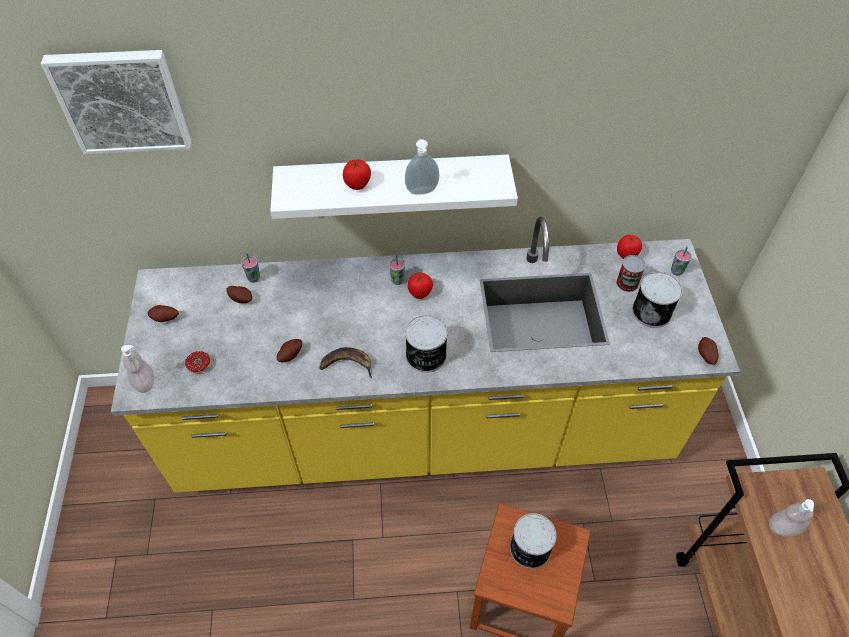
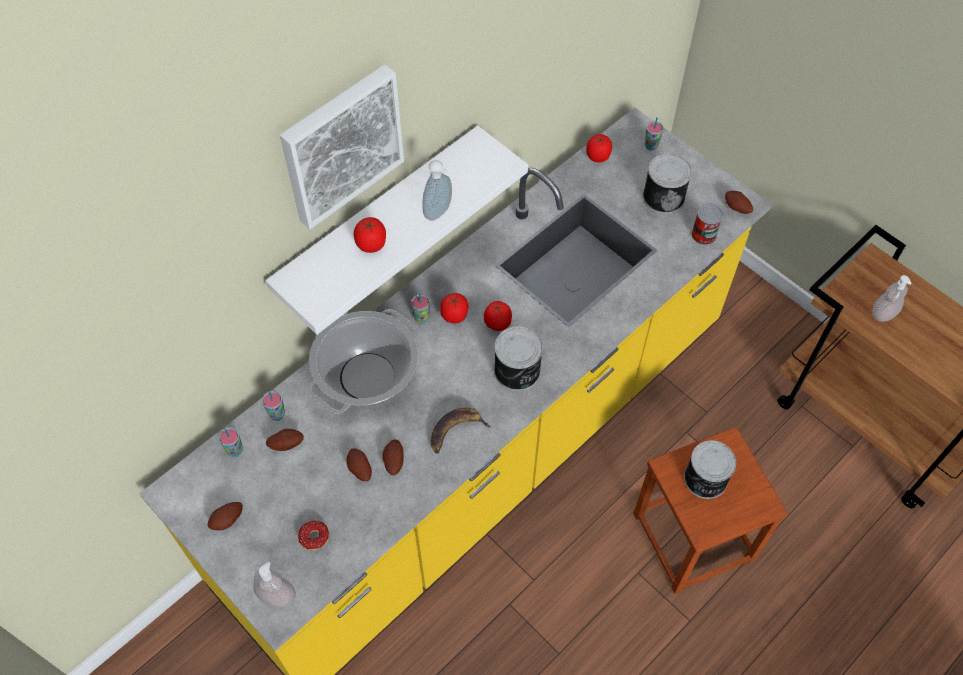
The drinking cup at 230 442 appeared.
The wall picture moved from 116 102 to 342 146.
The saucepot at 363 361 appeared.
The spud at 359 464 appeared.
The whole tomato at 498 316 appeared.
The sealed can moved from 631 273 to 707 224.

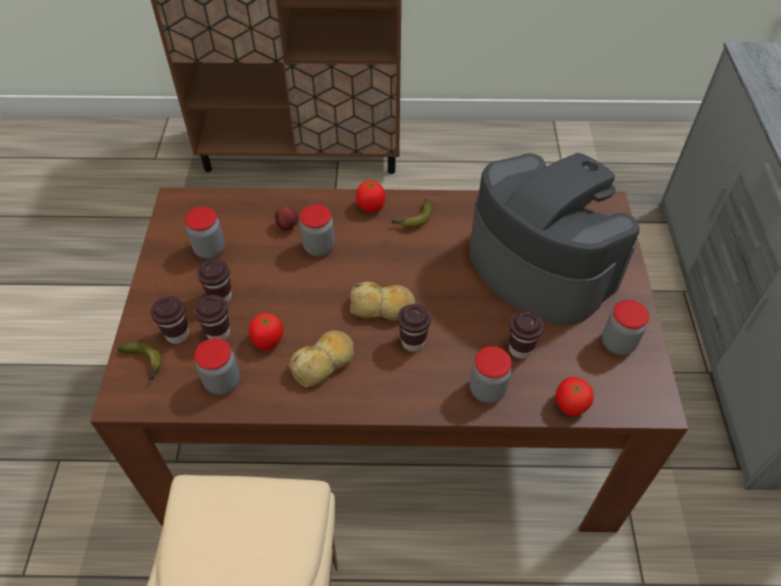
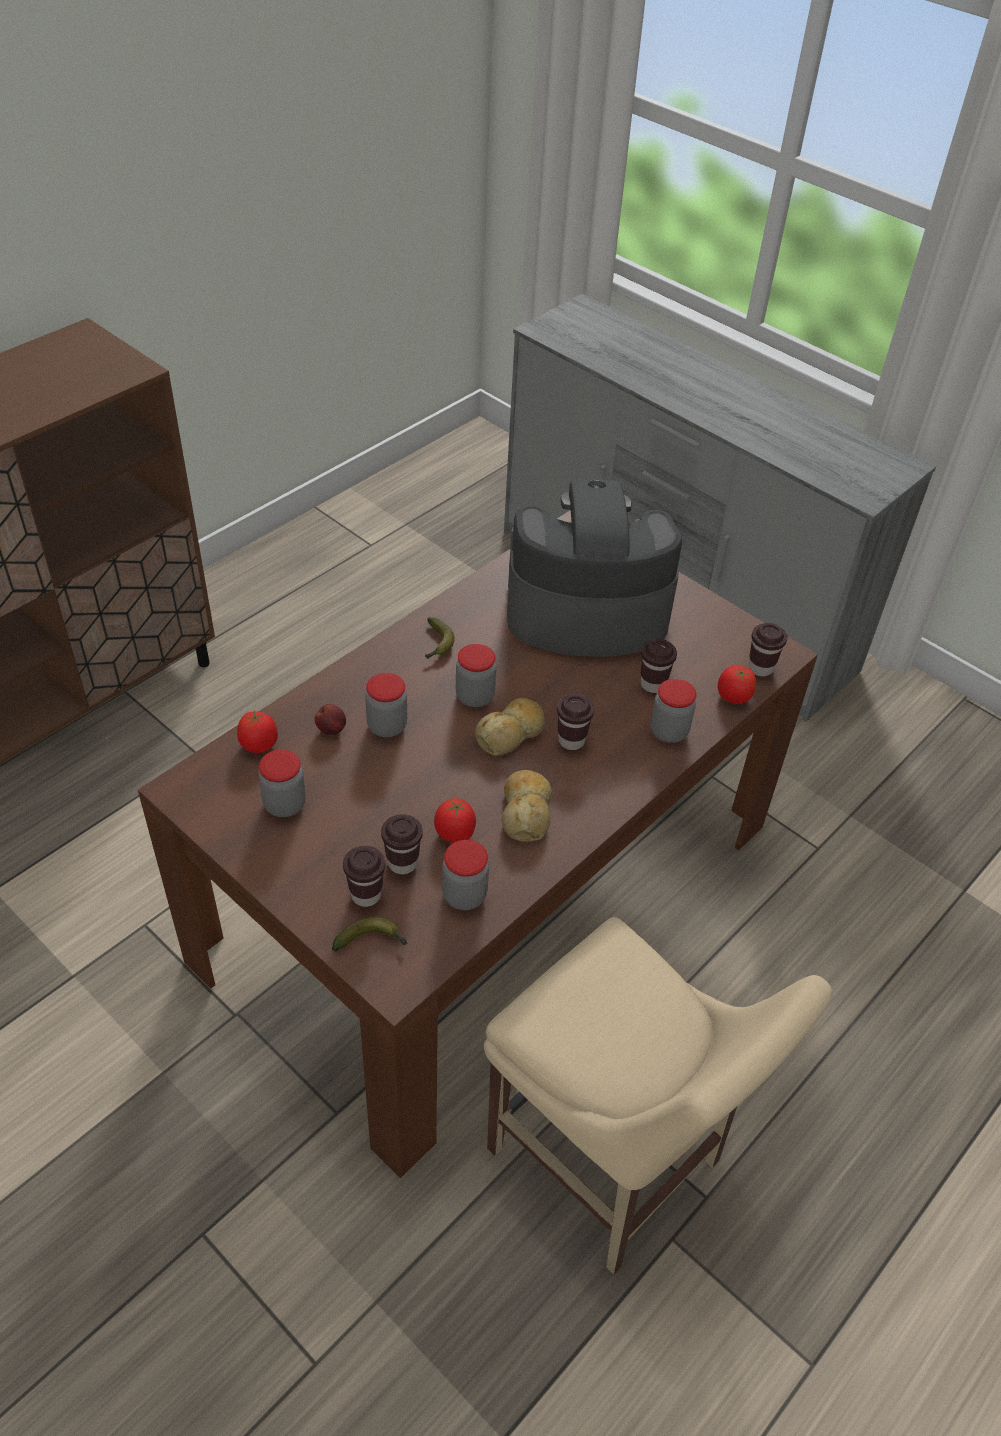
The whole tomato moved from 371 196 to 257 731.
The jar moved from 625 327 to 476 675.
The brown drinking cup moved from 214 281 to 768 649.

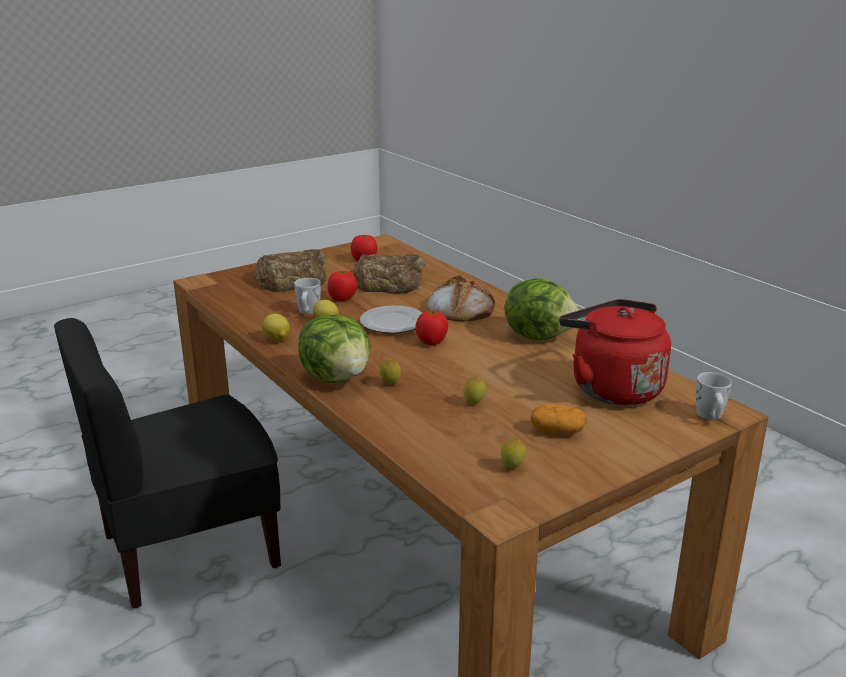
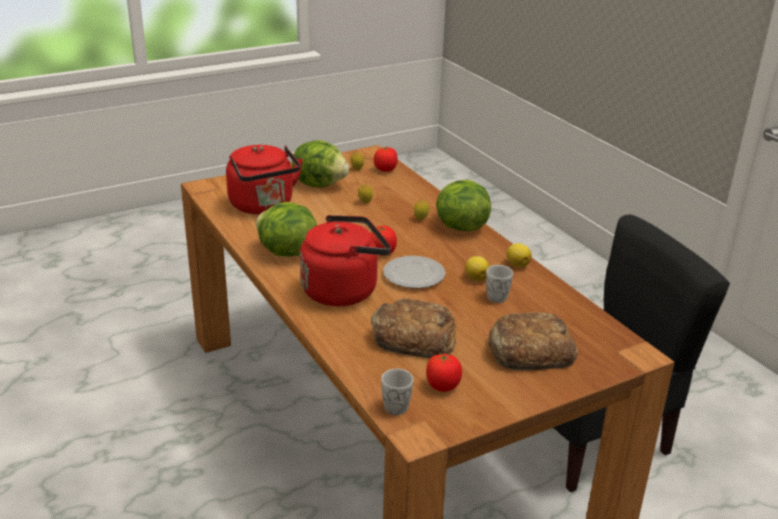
The spud at 558 419 was replaced by the lettuce at 321 164.
The bread at 461 298 was replaced by the reddish water kettle at 345 260.
The whole tomato moved from 342 285 to 386 159.
The whitish tea mug moved from 714 396 to 397 392.

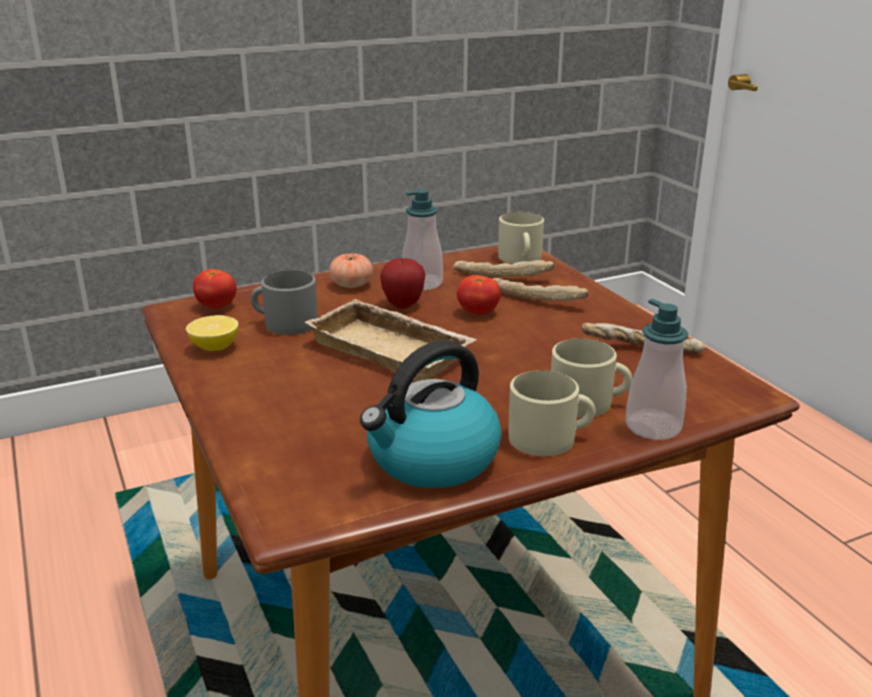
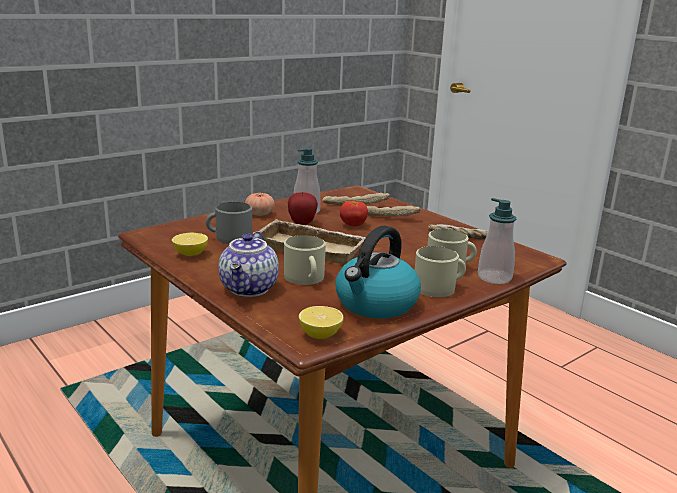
The tea pot at 249 264 appeared.
The beige-coloured tea mug moved from 521 238 to 305 260.
The lemon at 321 322 appeared.
The whole tomato at 215 288 disappeared.

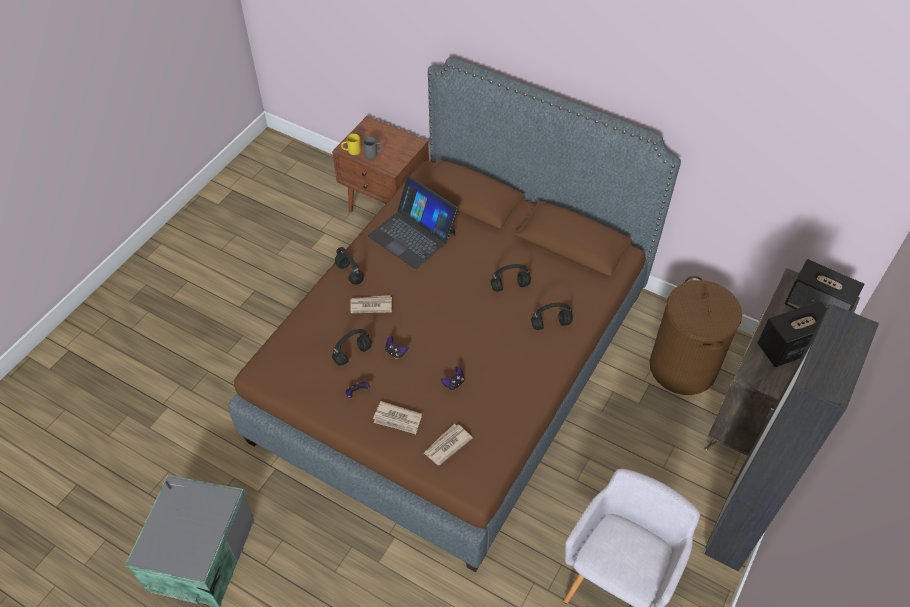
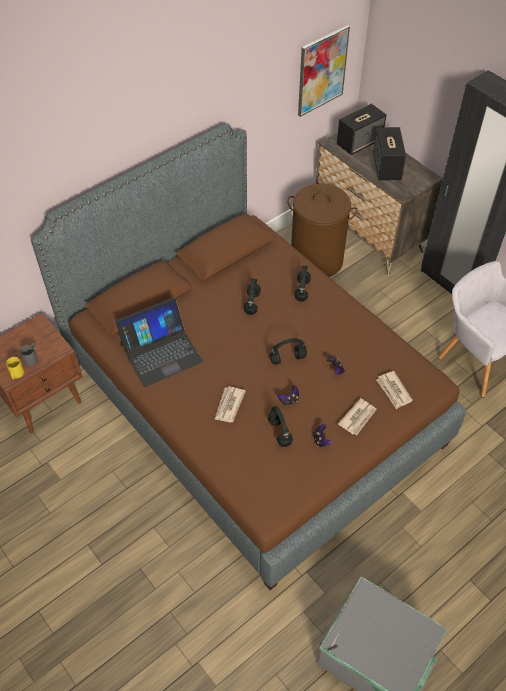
The blackish headset moved from 349 266 to 288 352.
The wall picture at 324 71 appeared.

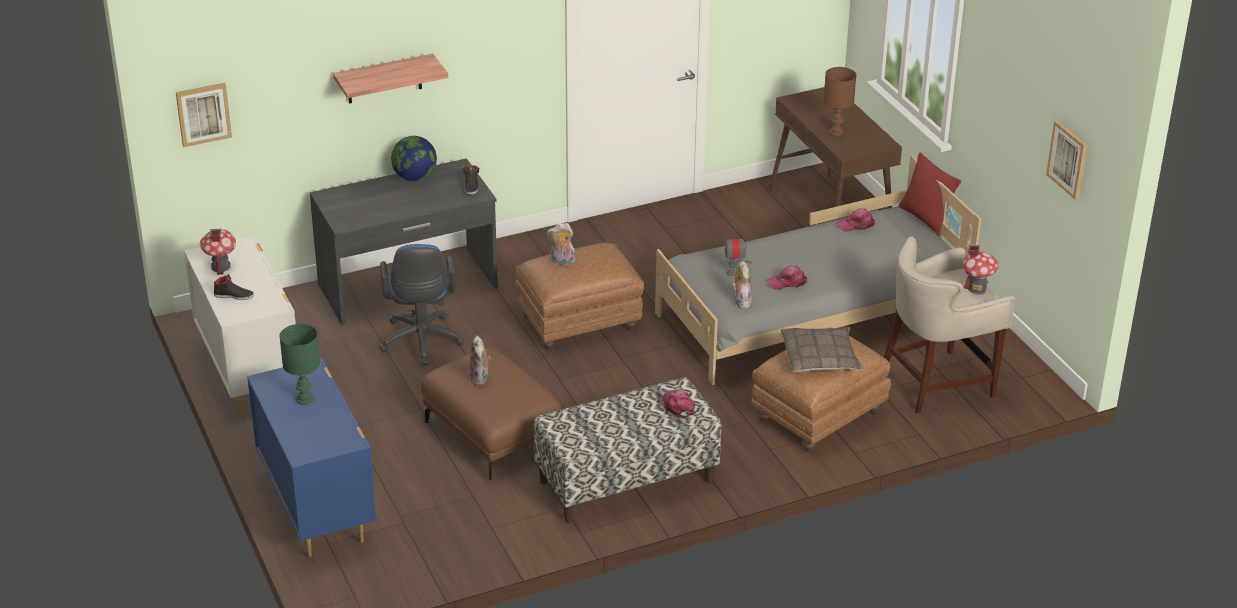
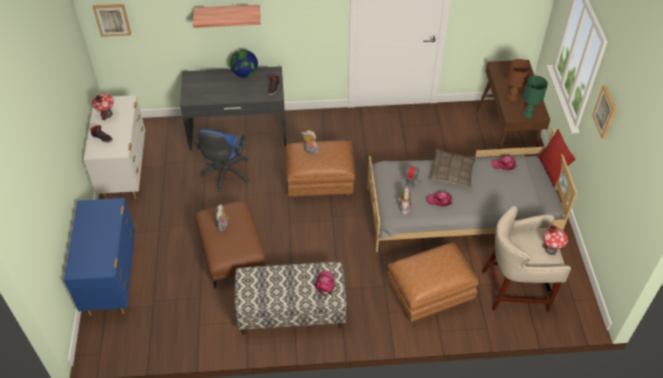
The cushion moved from 822 349 to 453 168.
The green-coloured tabletop lamp moved from 300 364 to 535 97.
The wall picture moved from 1067 159 to 604 112.

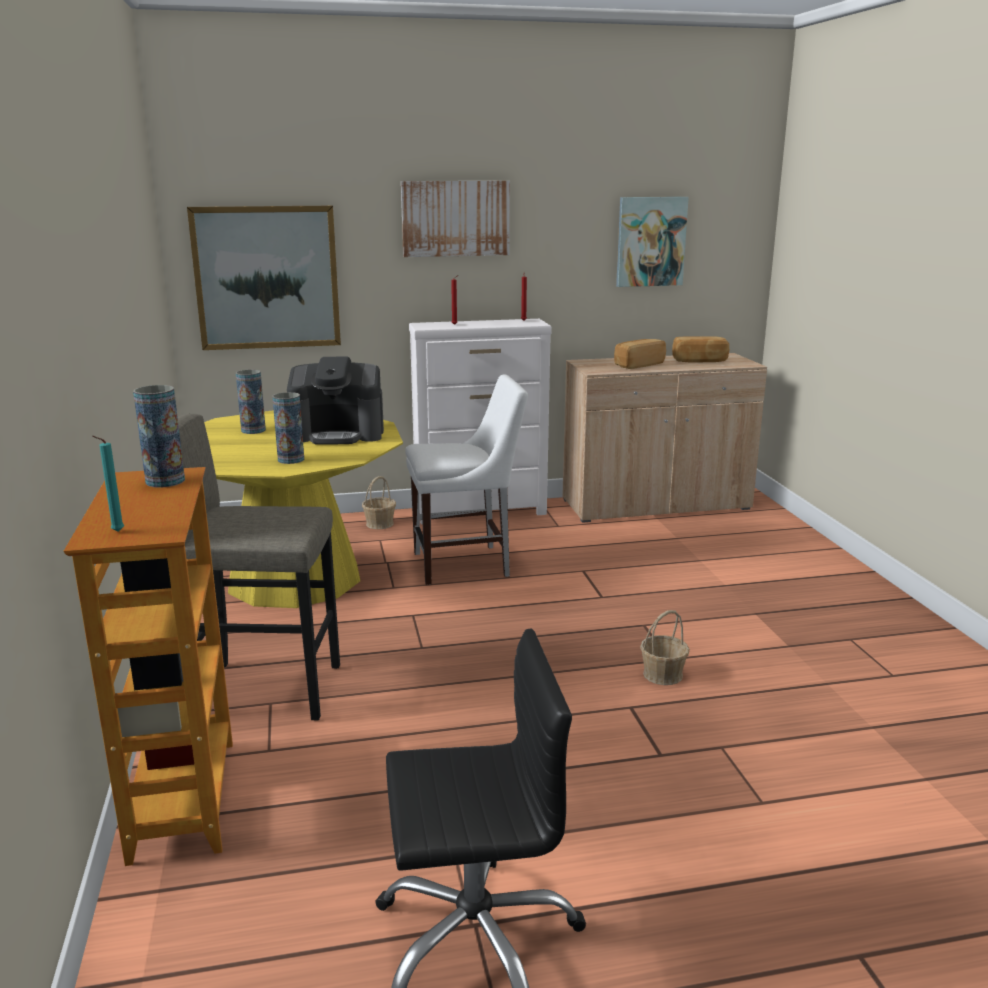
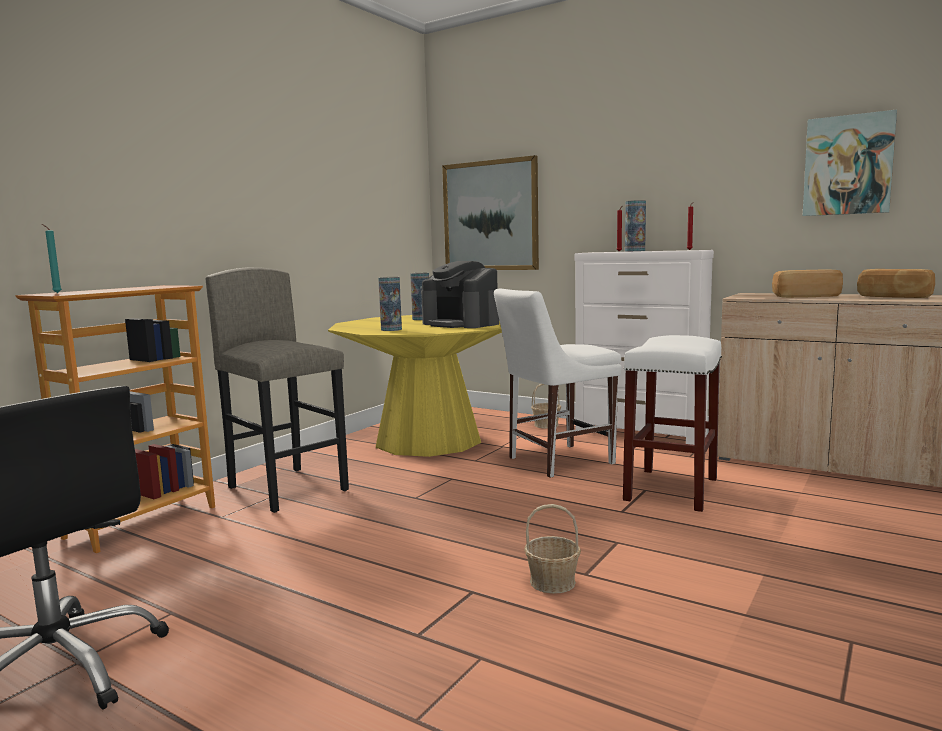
The whitish upright chair at 466 479 turned 120 degrees clockwise.
The whitish stool at 672 423 appeared.
The flower vase moved from 159 436 to 635 226.
The wall picture at 455 219 disappeared.

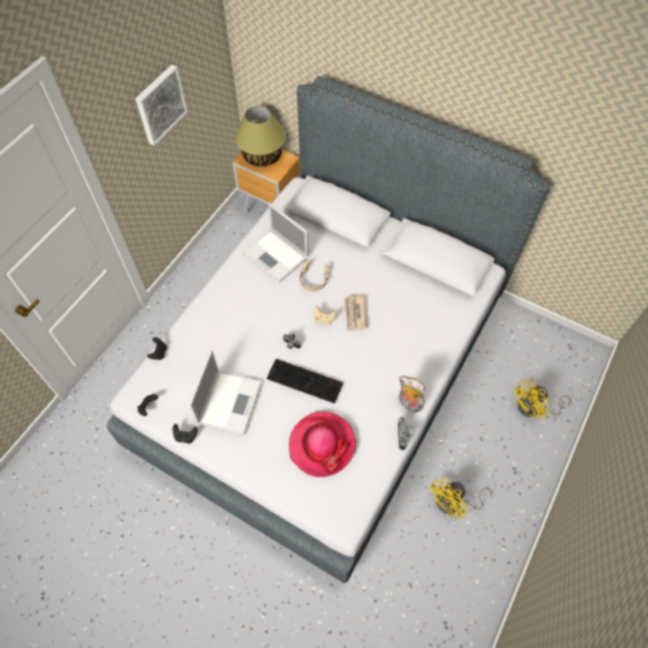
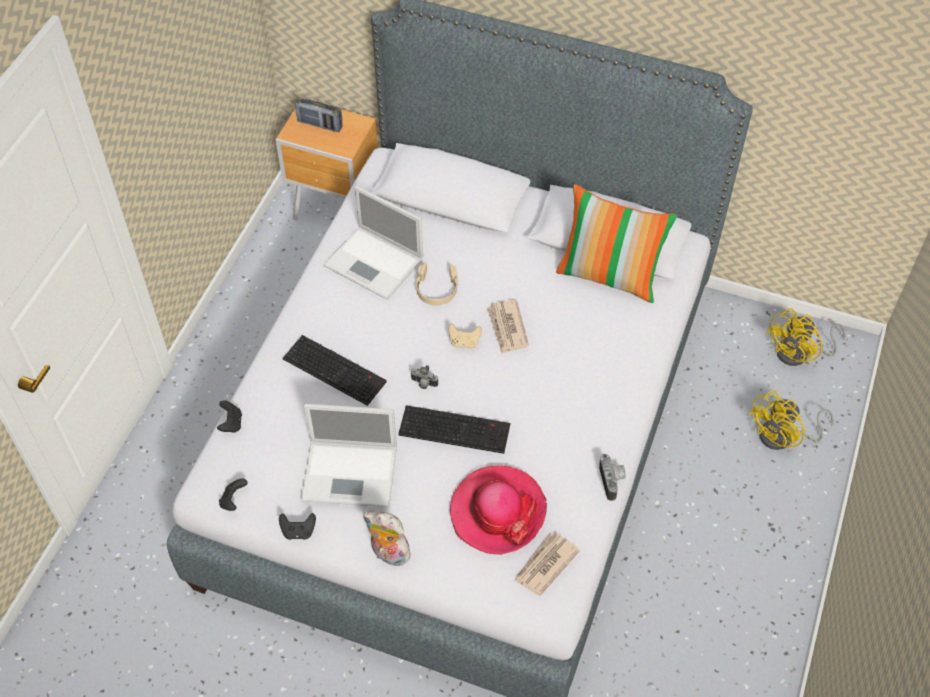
The PC keyboard at 335 370 appeared.
The tabletop lamp at 260 136 was replaced by the radio at 318 114.
The portable computer at 224 392 turned 90 degrees clockwise.
The soft toy moved from 412 394 to 387 540.
The printed paper at 547 564 appeared.
The cushion at 616 243 appeared.
The yellowish fan moved from 460 498 to 805 337.
The wall picture at 161 105 disappeared.

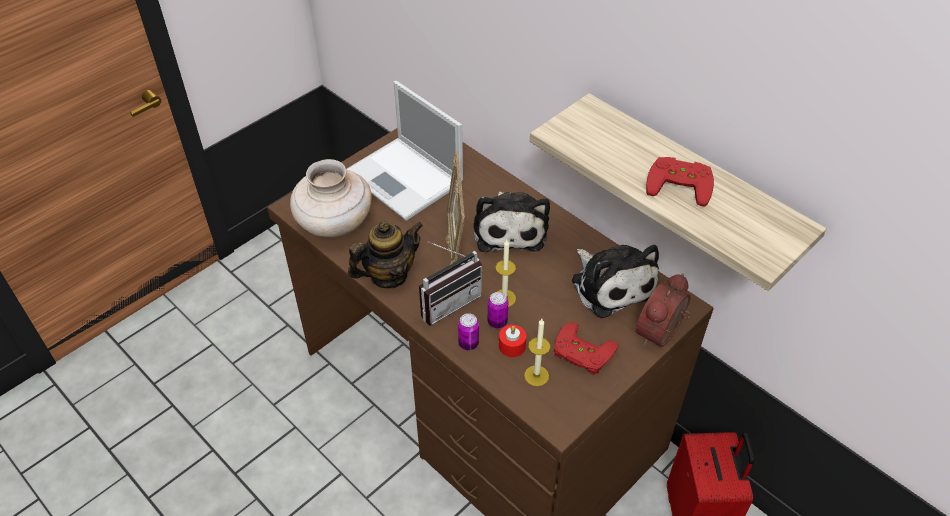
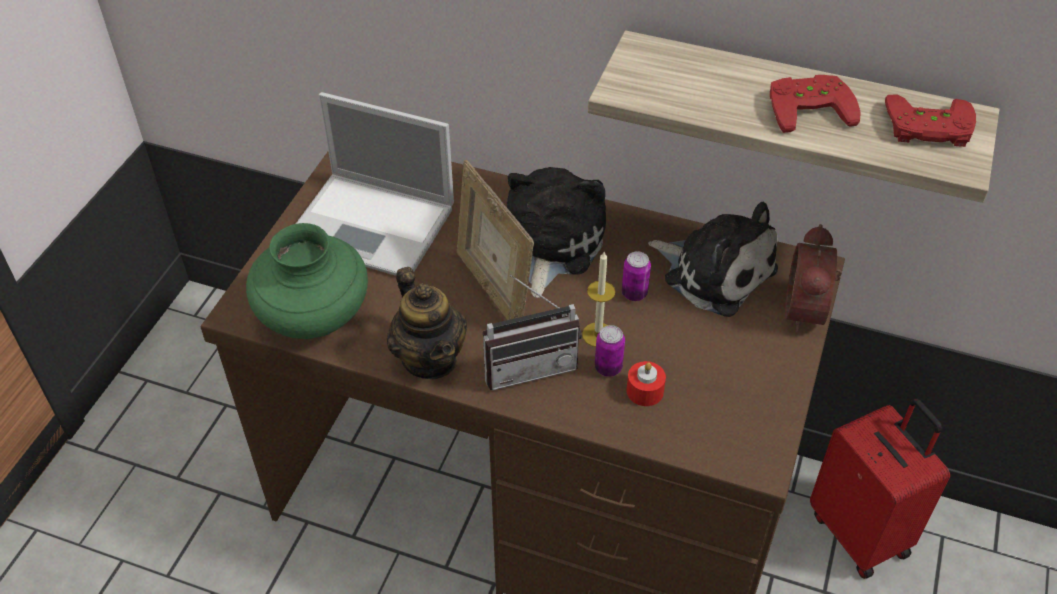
The beige-coloured flower vase at 331 198 became the green-coloured flower vase at 307 281.
The tea pot at 385 254 turned 120 degrees clockwise.
The radio at 450 283 turned 45 degrees clockwise.
The soft toy at 512 222 turned 135 degrees counterclockwise.
The sealed can moved from 468 331 to 636 276.
The reddish game controller moved from 586 348 to 930 120.
The candle at 537 352 disappeared.

